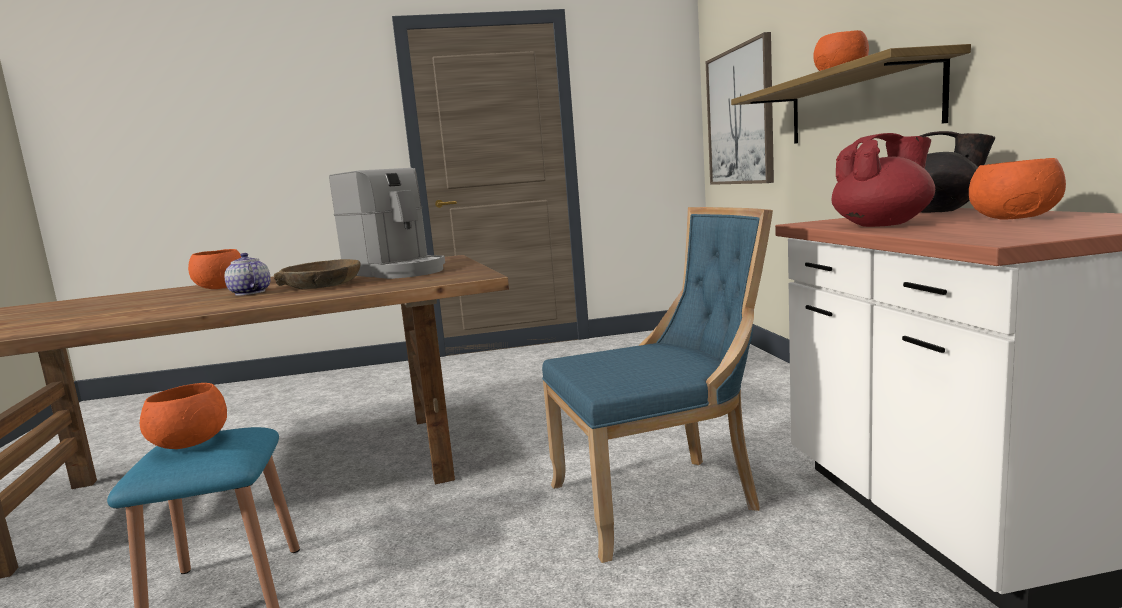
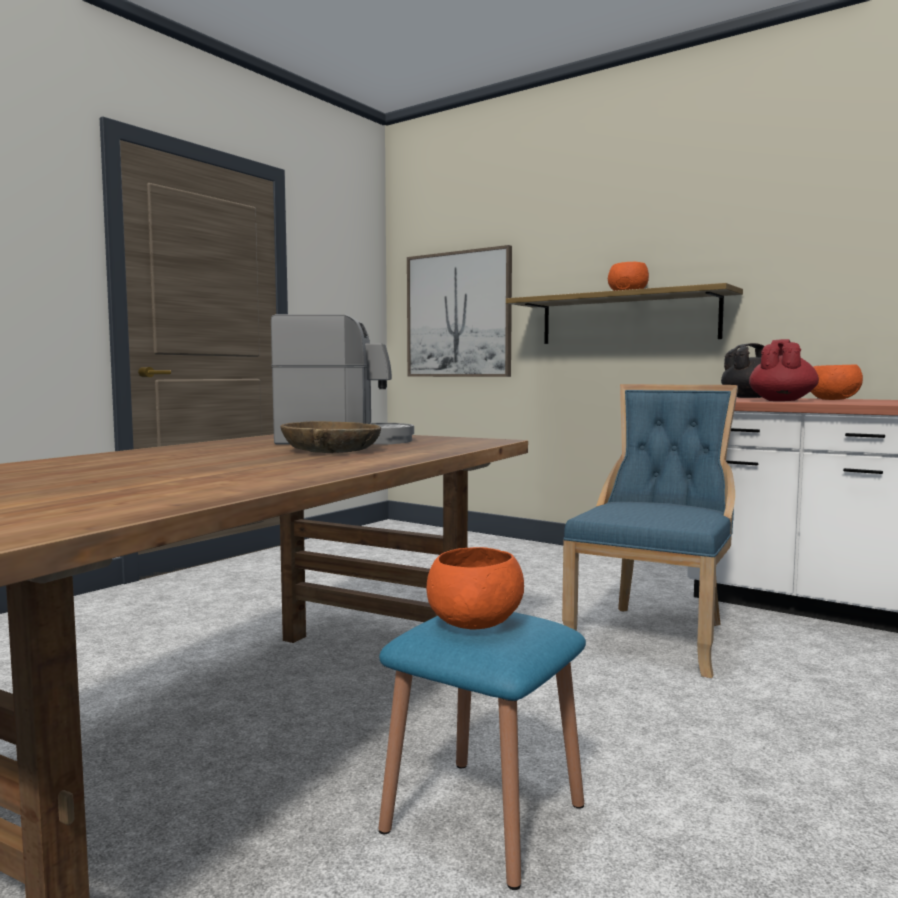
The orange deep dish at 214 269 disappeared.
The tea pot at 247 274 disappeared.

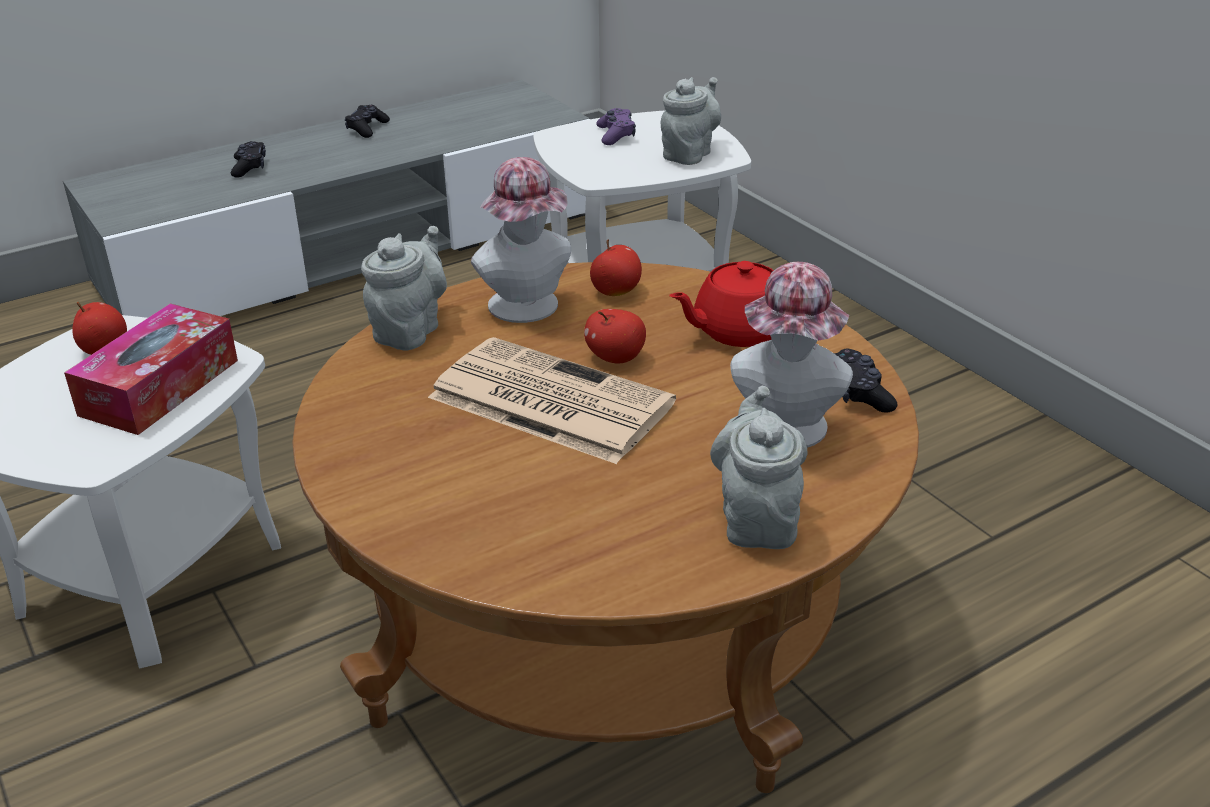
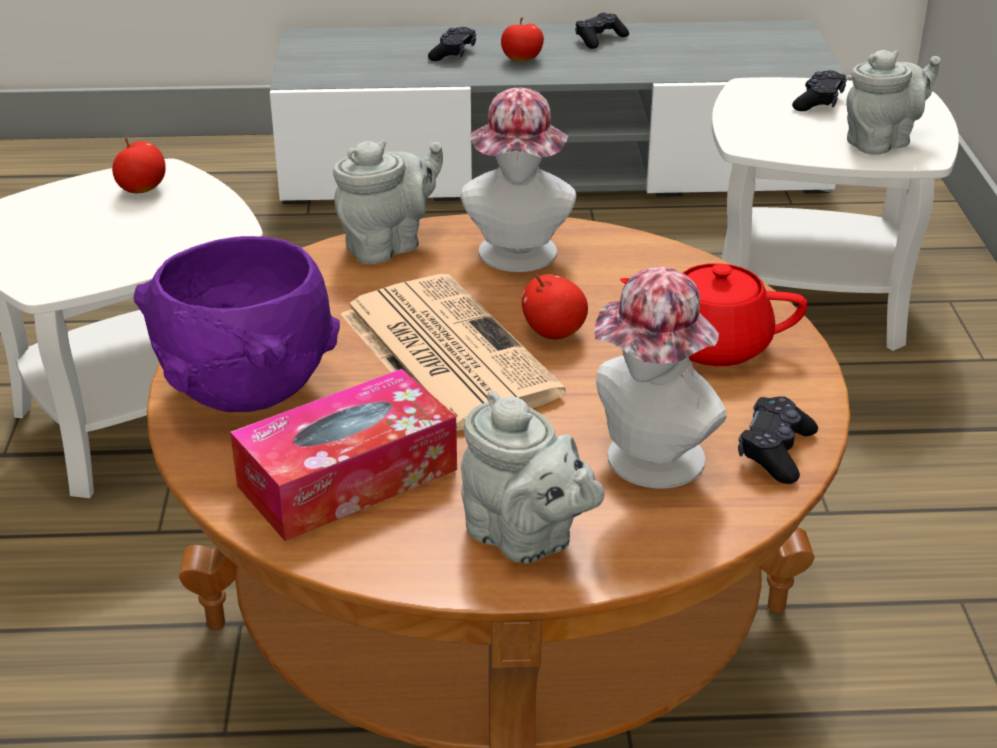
The purplish deep dish at 236 324 appeared.
The tissue box moved from 151 369 to 343 455.
The greyish tea pot at 758 467 turned 105 degrees clockwise.
The apple fruit moved from 616 267 to 522 39.
The purplish game controller at 616 126 became the blackish game controller at 819 90.

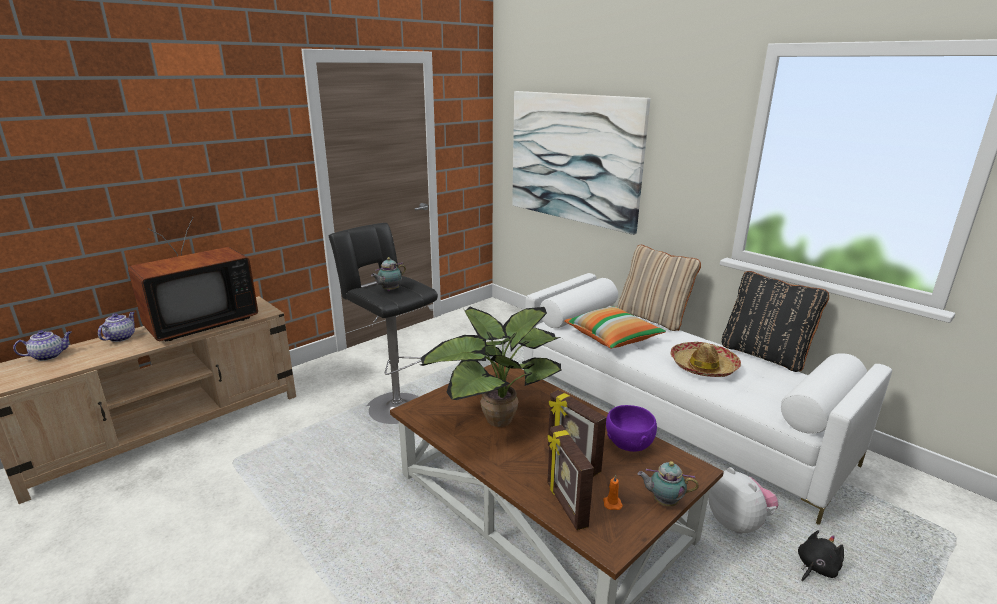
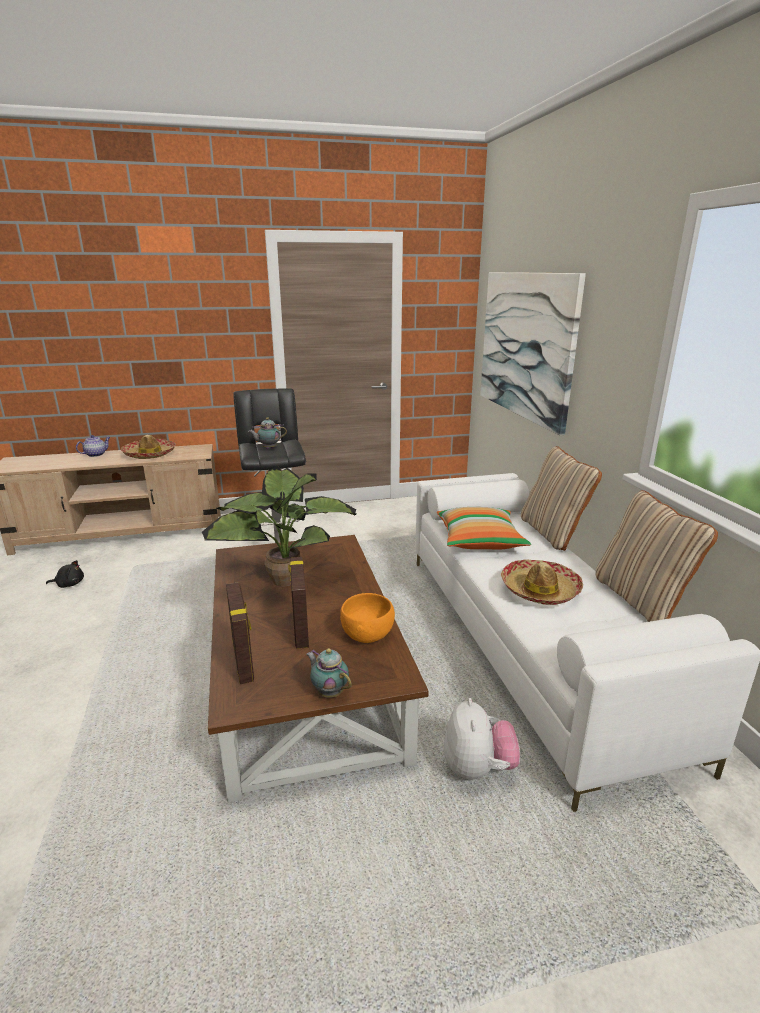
The blackish soft toy moved from 821 555 to 65 574.
The TV set at 193 279 was replaced by the clothing hat at 148 447.
The picture frame at 570 477 turned 150 degrees clockwise.
The purplish deep dish at 631 428 became the orange deep dish at 367 618.
The blackish cushion at 775 321 became the beige-coloured cushion at 656 556.
The tea pot at 42 345 disappeared.
The orange candle at 613 492 disappeared.

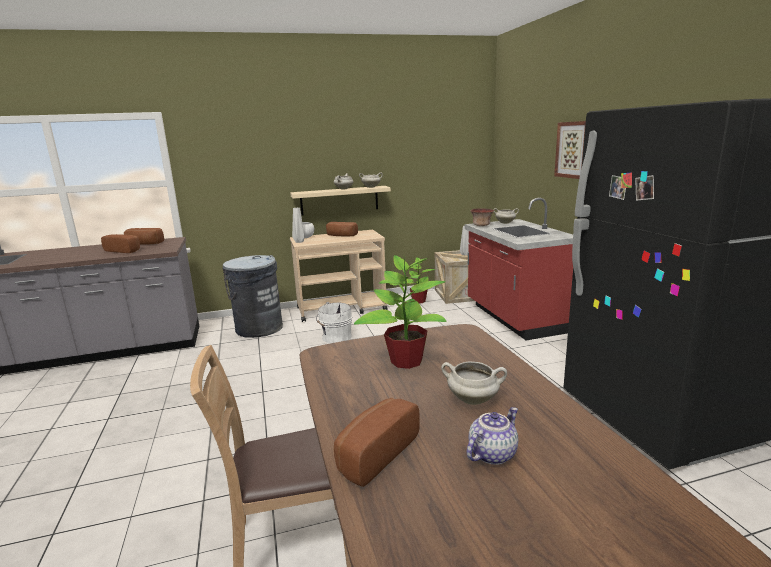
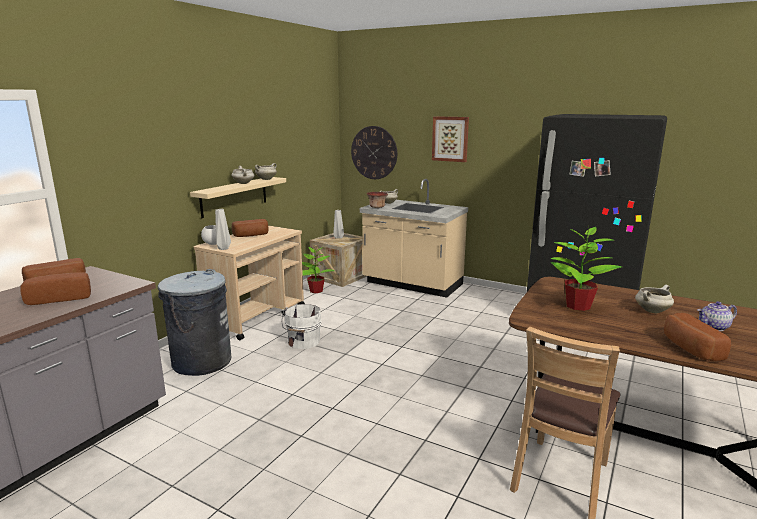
The hanging clock at 374 152 appeared.
The reddish counter at 519 269 became the beige-coloured counter at 414 238.
The tea pot at 492 436 turned 105 degrees counterclockwise.

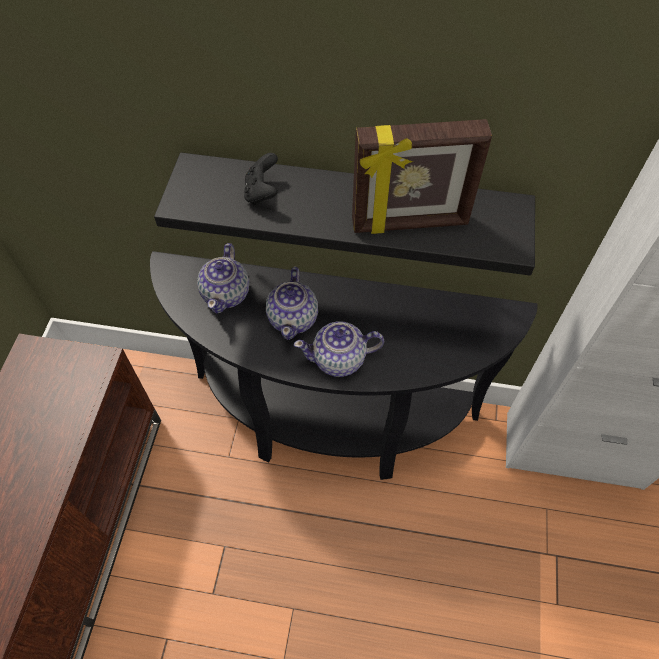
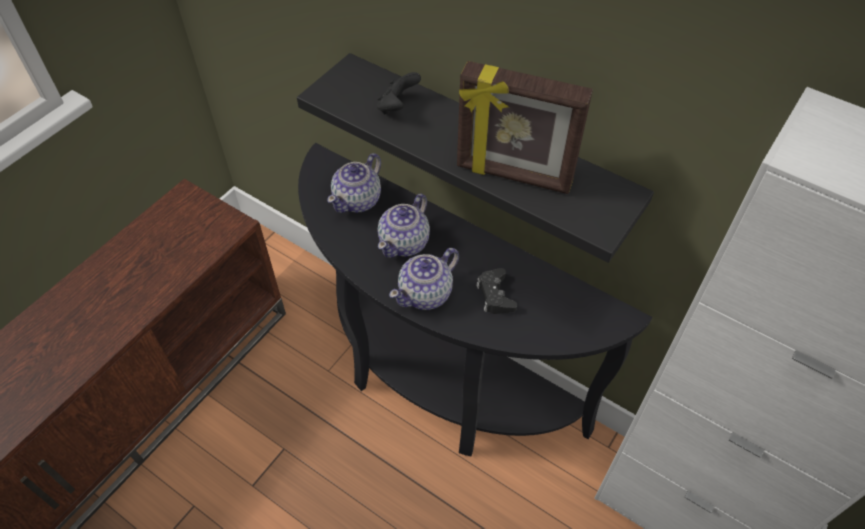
The tea pot at 339 349 turned 60 degrees counterclockwise.
The blackish game controller at 496 291 appeared.

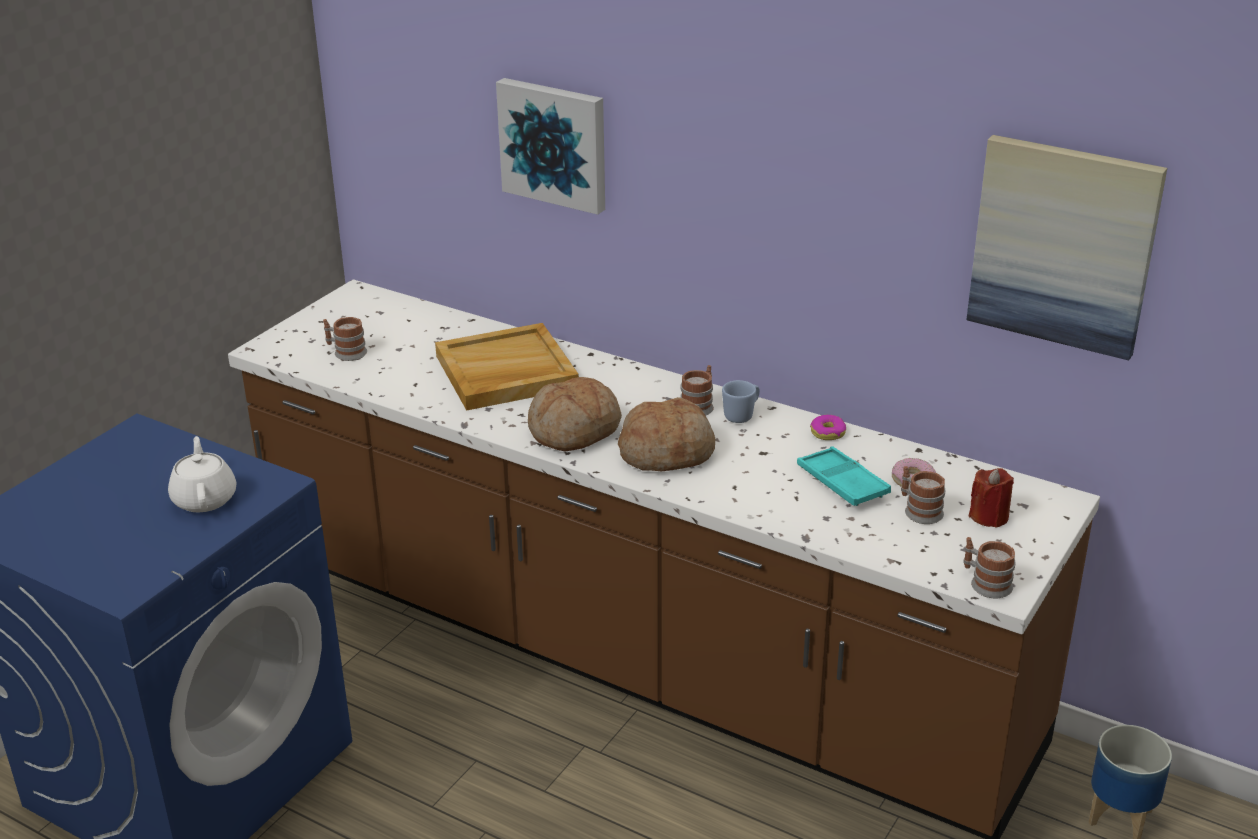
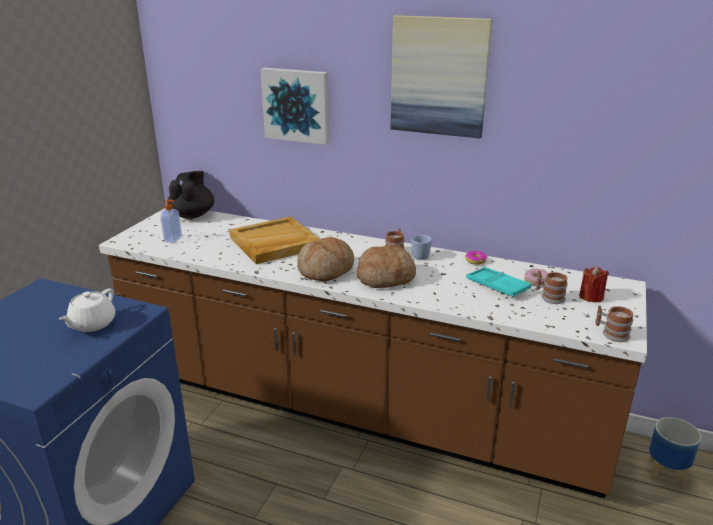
The whitish tea pot at 202 474 turned 135 degrees counterclockwise.
The tea mug at 345 339 was replaced by the soap bottle at 171 221.
The blackish tea pot at 191 195 appeared.
The wall picture moved from 1066 247 to 441 76.

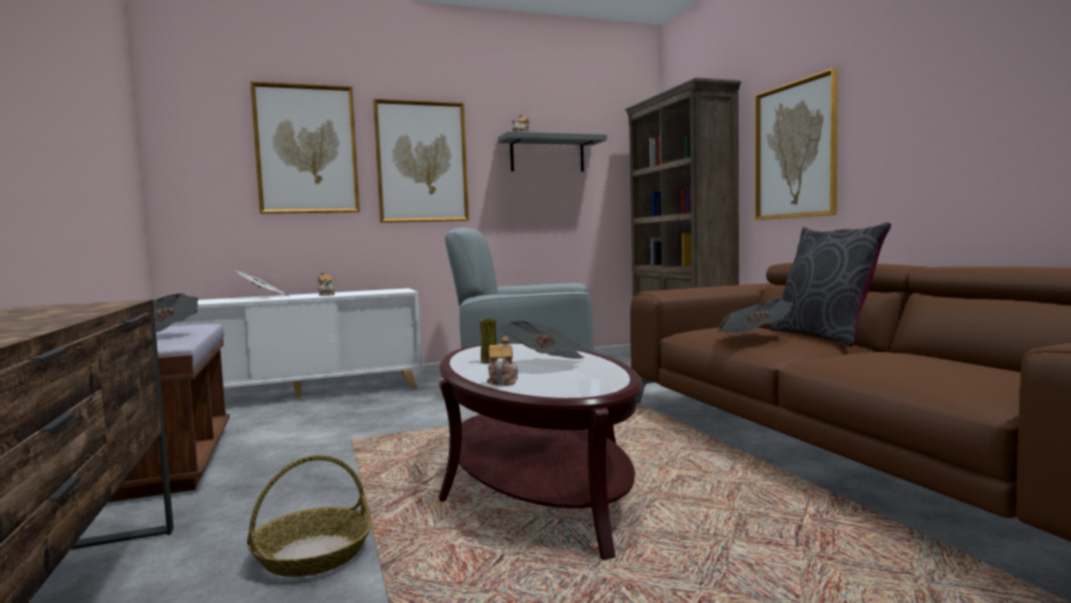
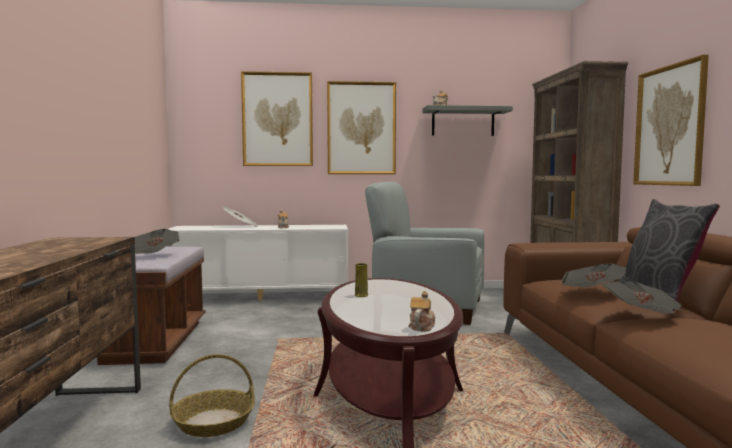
The tea pot moved from 502 361 to 422 311.
The printed paper moved from 542 340 to 642 297.

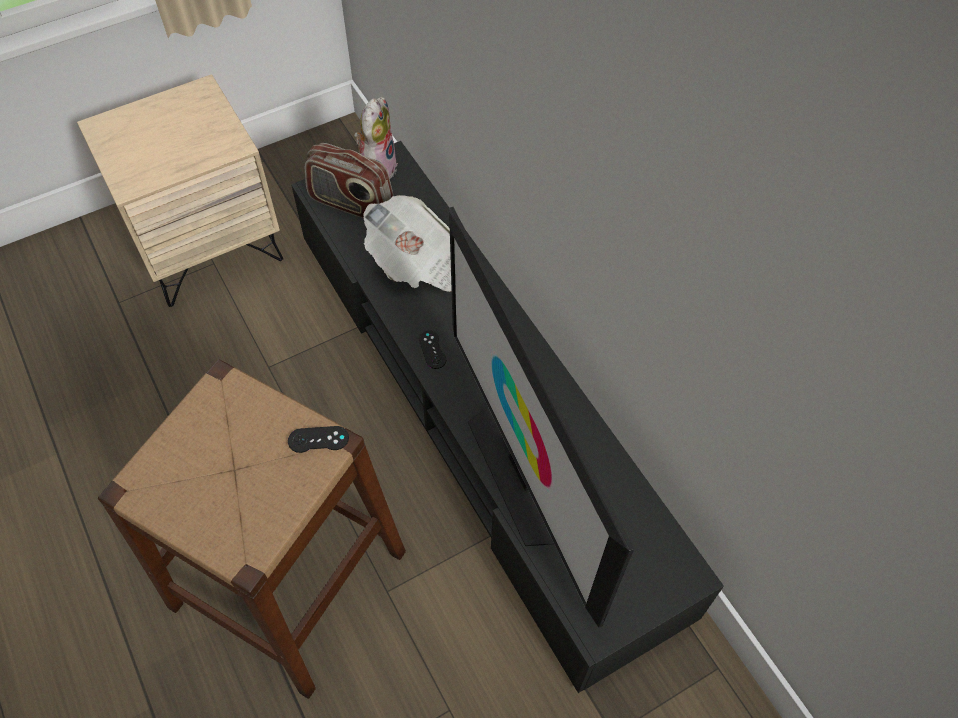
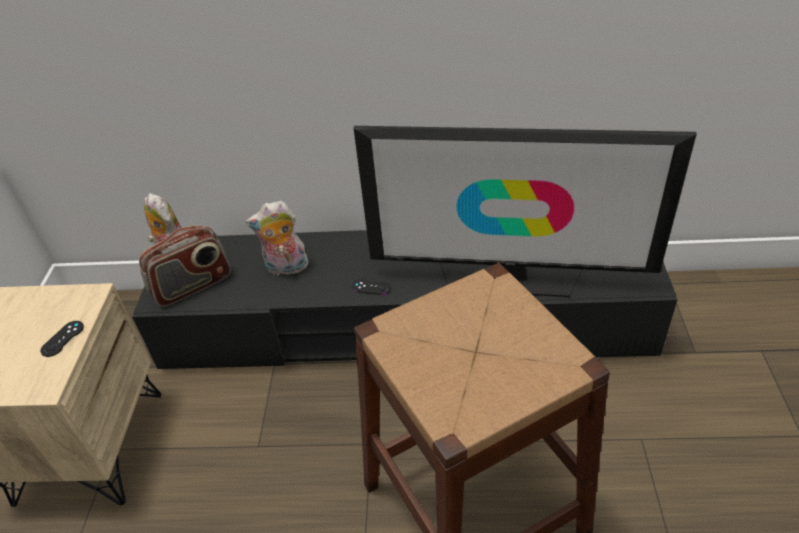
The blackish game controller moved from 318 439 to 62 339.
The printed paper at 407 243 was replaced by the soft toy at 277 238.

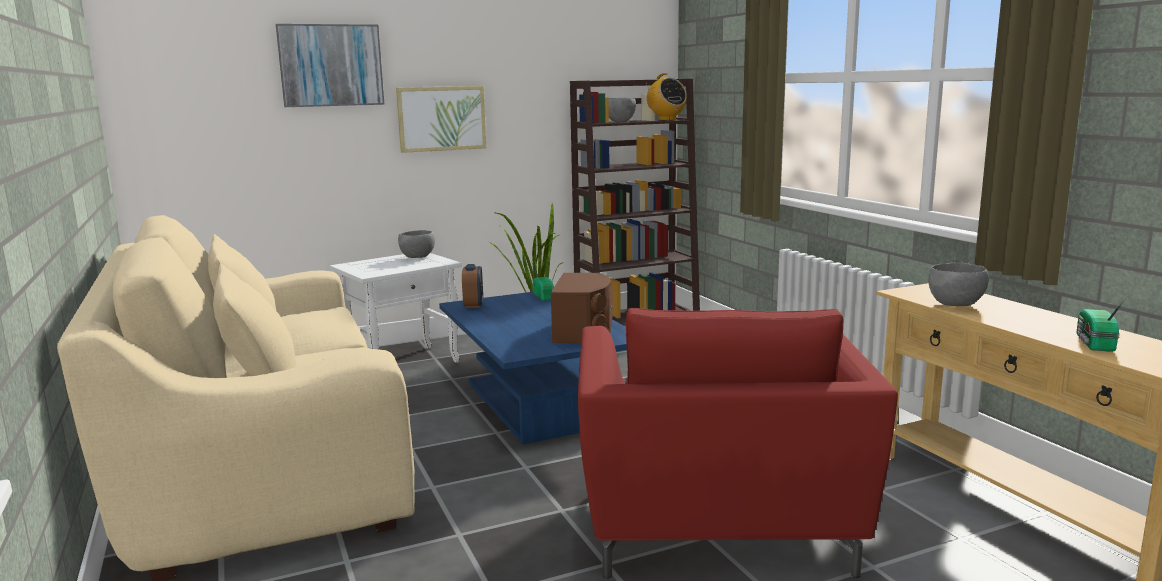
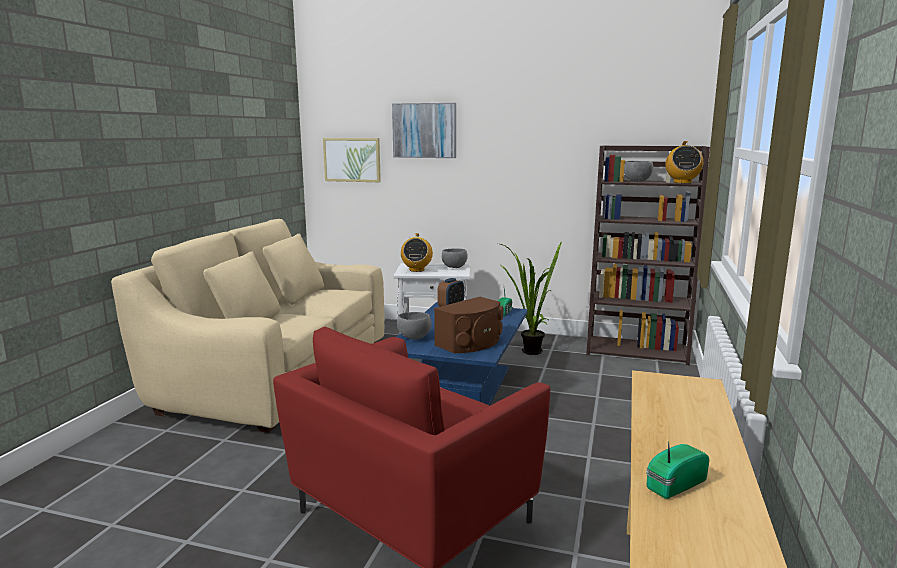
The wall picture moved from 441 119 to 352 160.
The greyish deep dish moved from 958 284 to 414 326.
The radio at 417 252 appeared.

